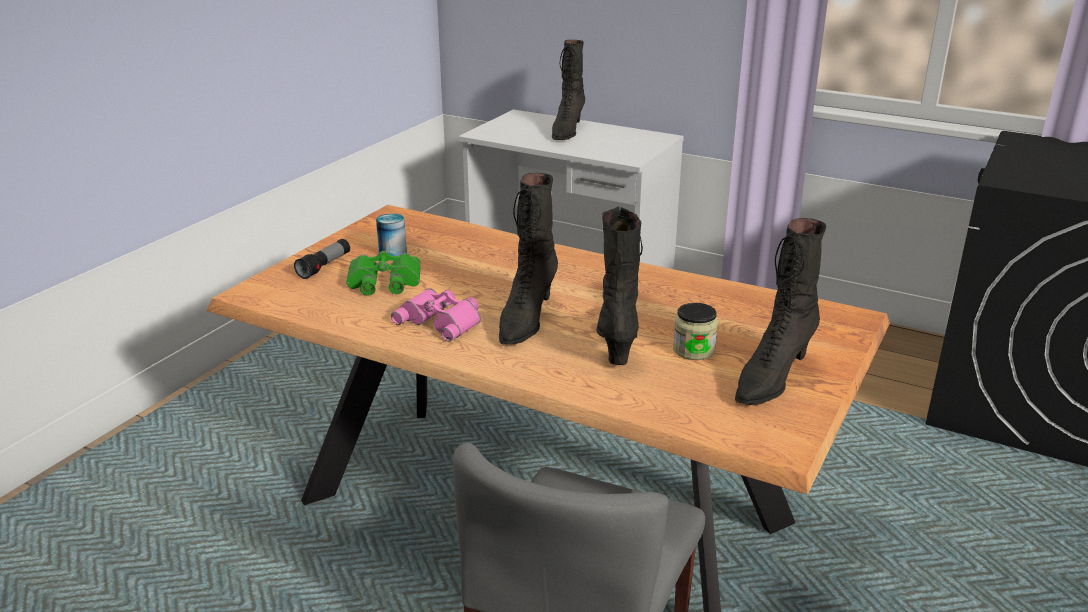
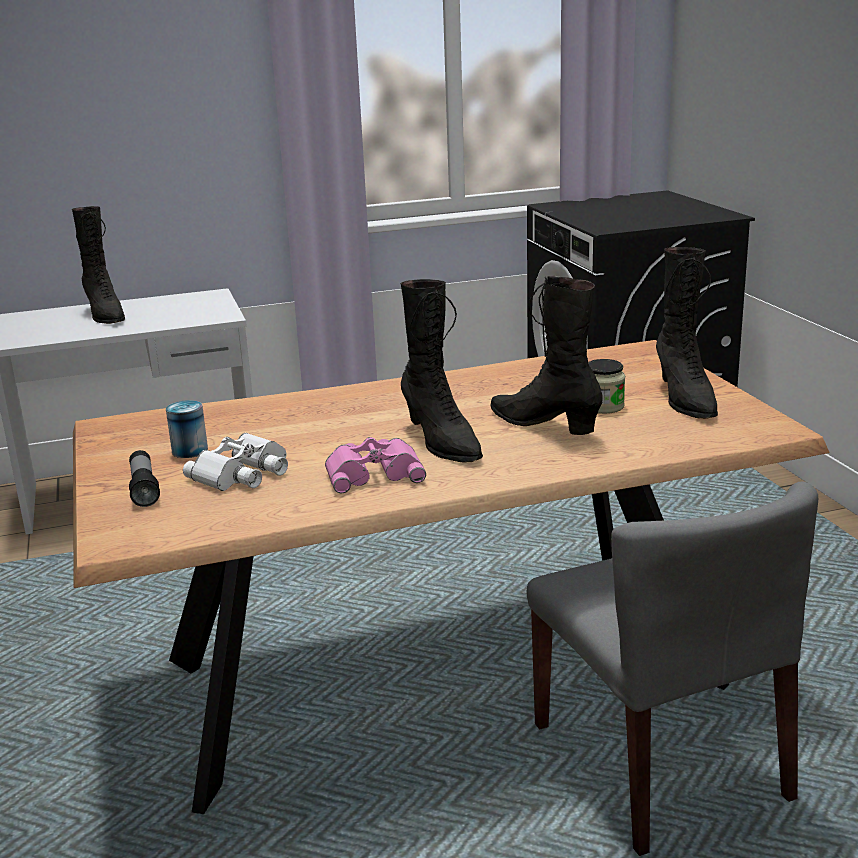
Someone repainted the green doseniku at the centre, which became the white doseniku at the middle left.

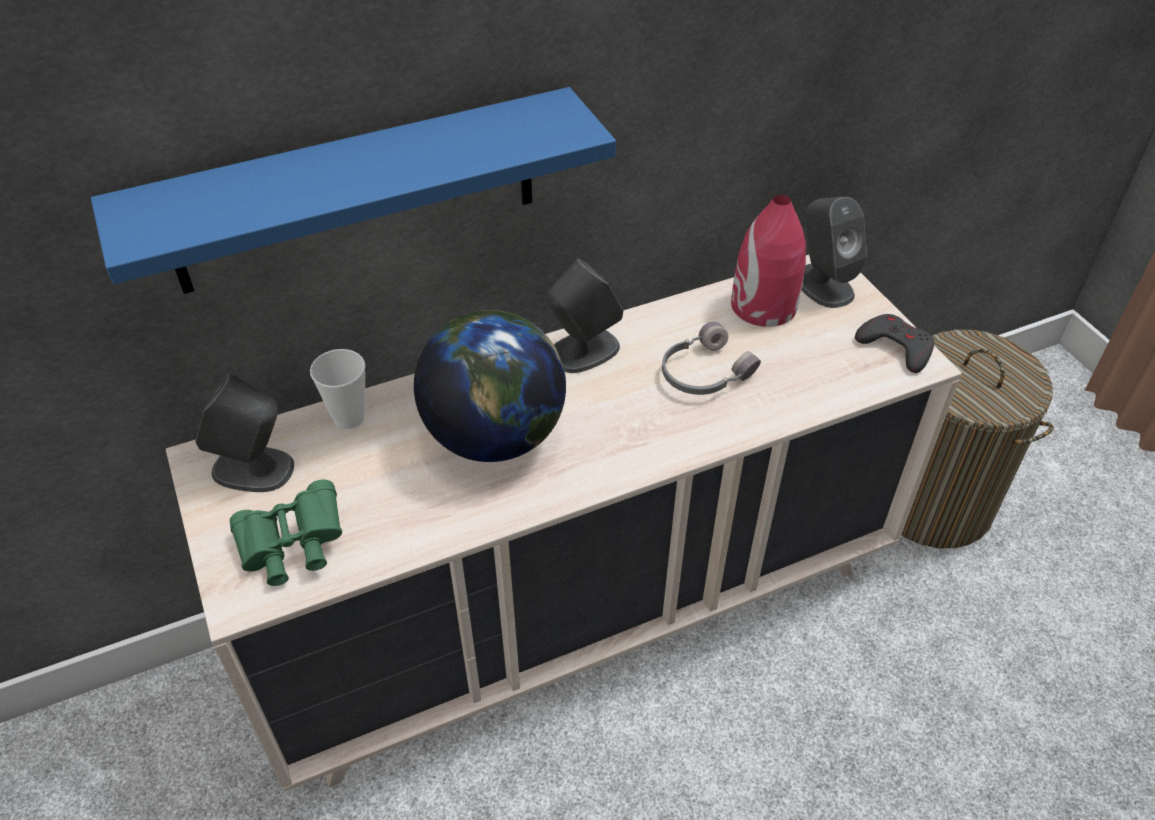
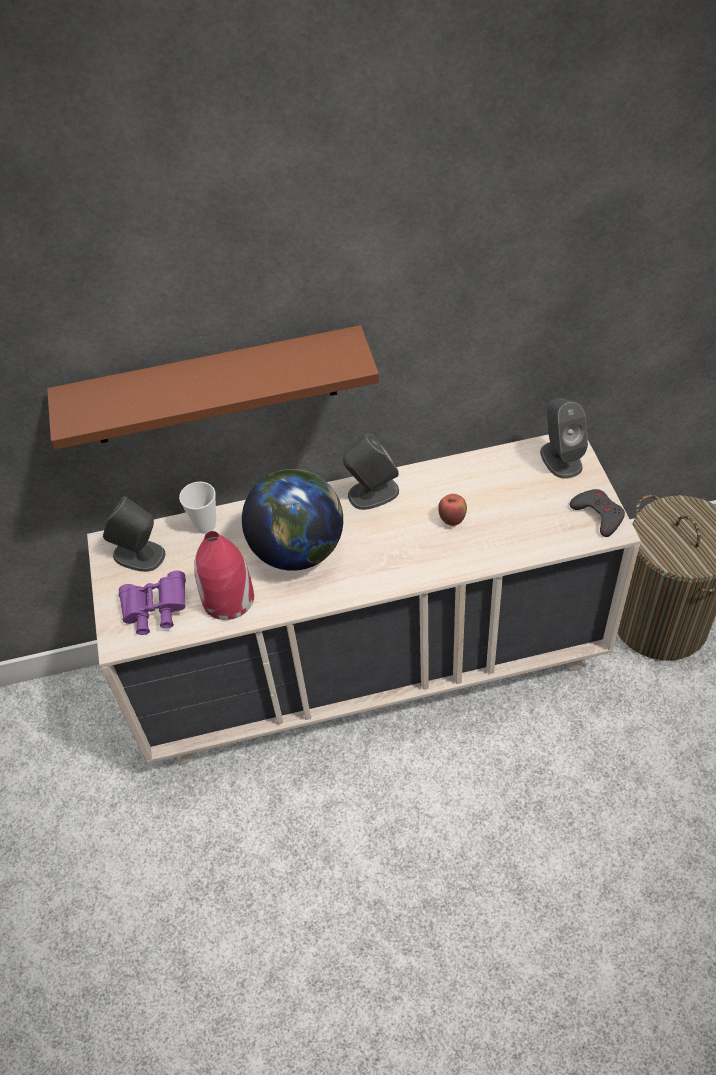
Someone carried the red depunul from the top centre to the middle left.
Someone swapped the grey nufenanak at the centre for the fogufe at the centre.
Someone repainted the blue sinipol at the top left, which became the brown sinipol at the middle left.
Someone repainted the green doseniku at the middle left, which became the purple doseniku at the middle left.

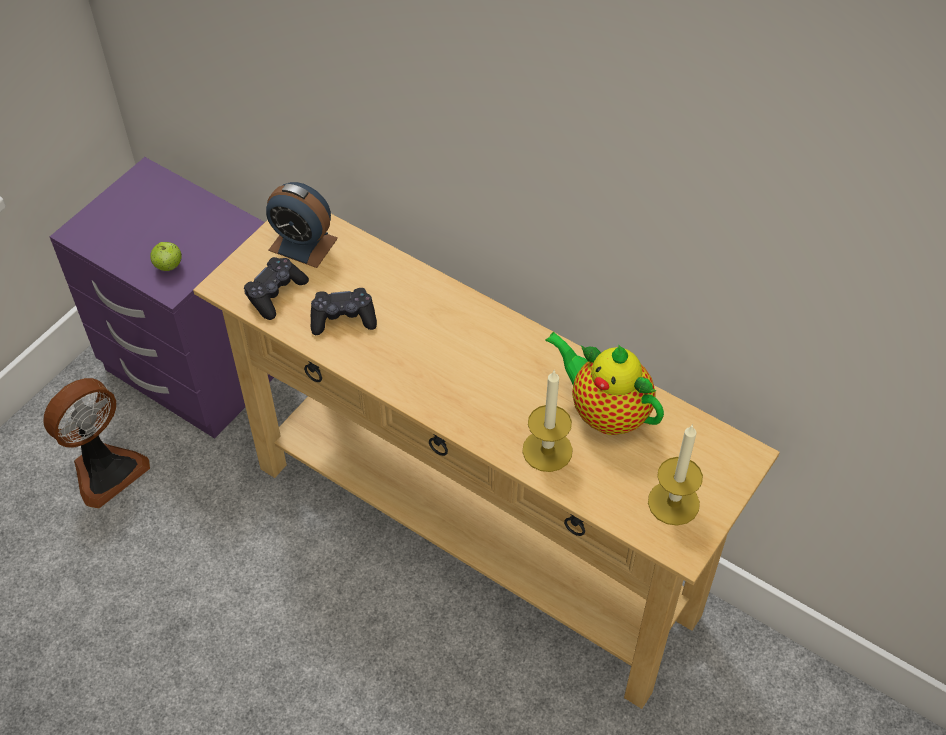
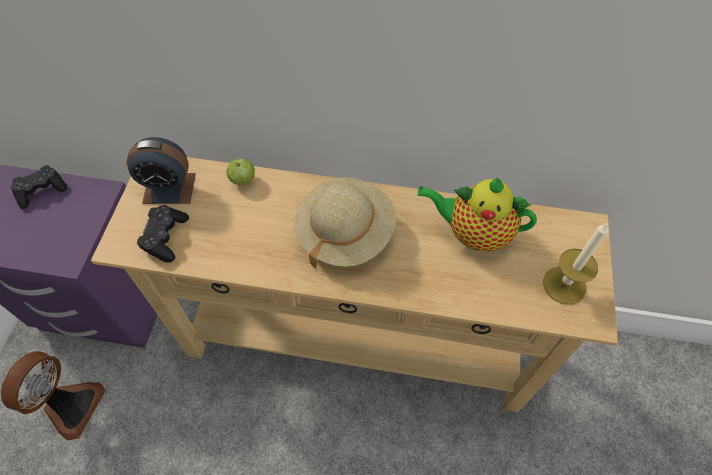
Someone took away the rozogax (1st from left) at the centre.
Someone put down the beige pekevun at the centre.
Someone carried the fogufe from the middle left to the centre.
Someone carried the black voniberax (2nd from left in the first image) from the centre to the middle left.

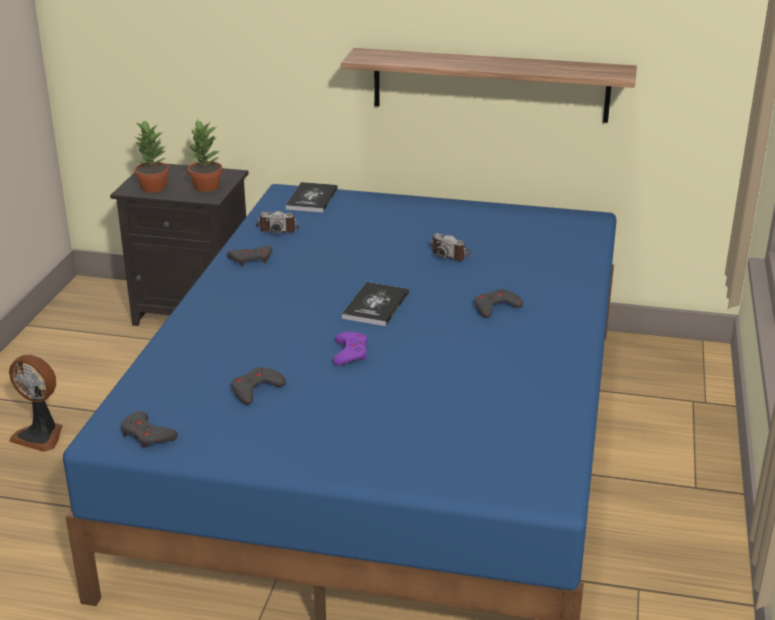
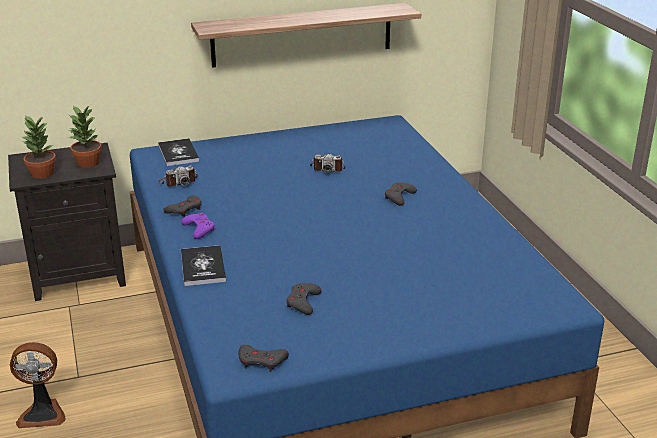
Someone carried the purple voniberax from the centre to the middle left.
Someone carried the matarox (2nd from left) from the centre to the middle left.

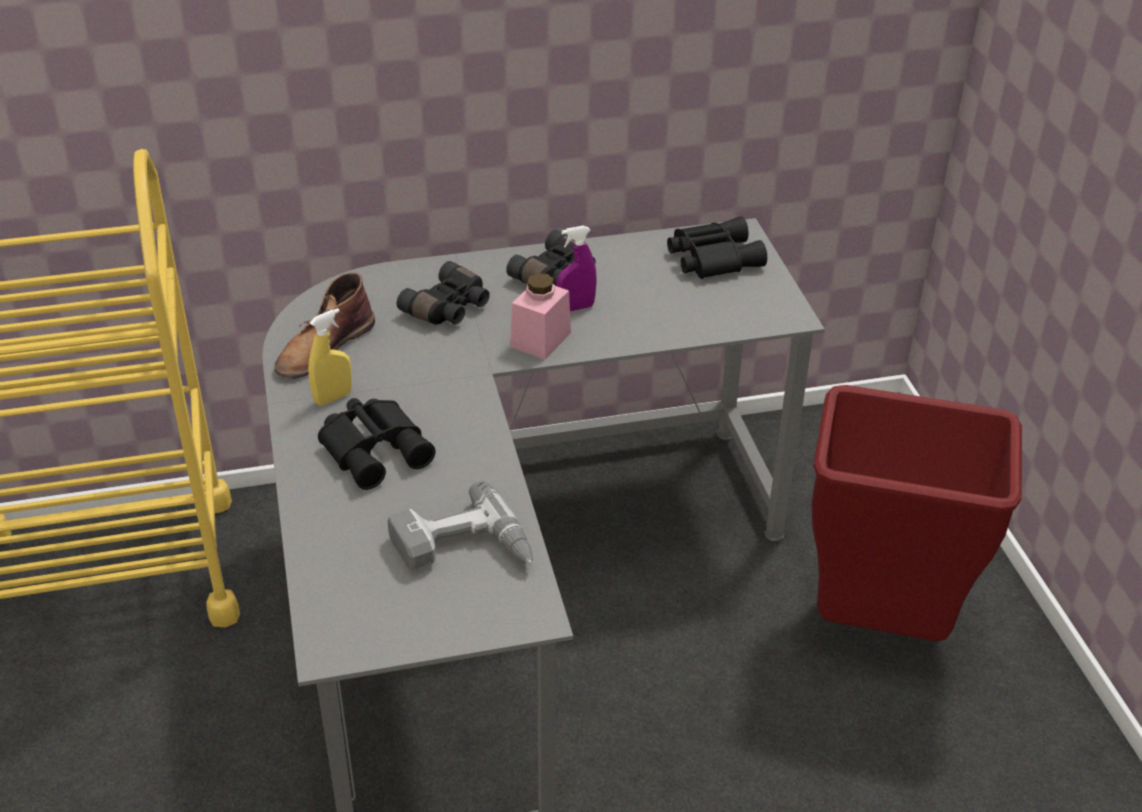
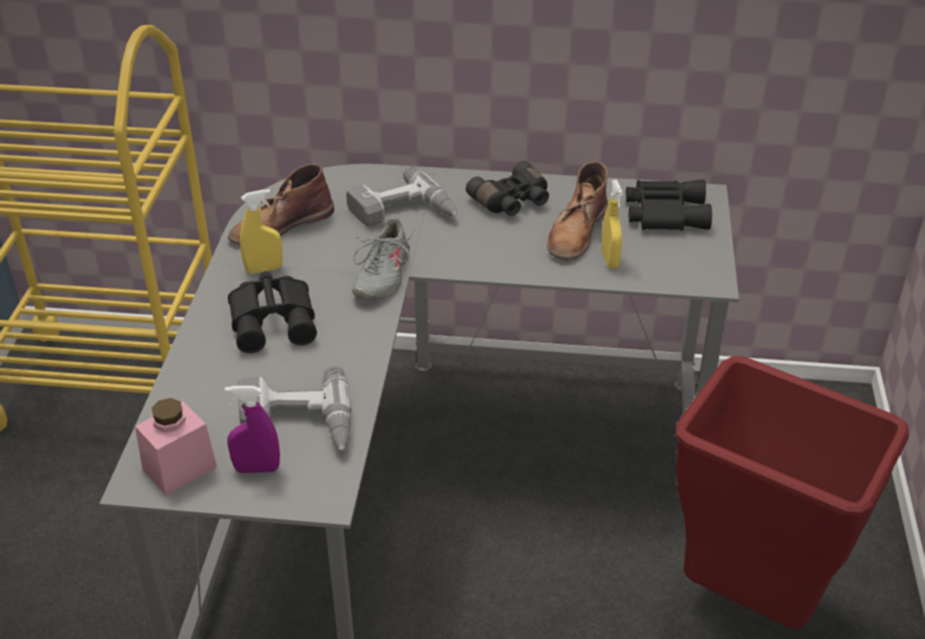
Someone put down the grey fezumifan at the centre.
Someone put down the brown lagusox (2nd from left) at the top centre.
Someone put down the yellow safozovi (2nd from left) at the centre.
Someone carried the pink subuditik from the centre to the bottom left.
Someone carried the purple safozovi from the top centre to the bottom left.
Someone swapped the black doseniku (2nd from left) at the centre for the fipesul (2nd from left) at the top centre.

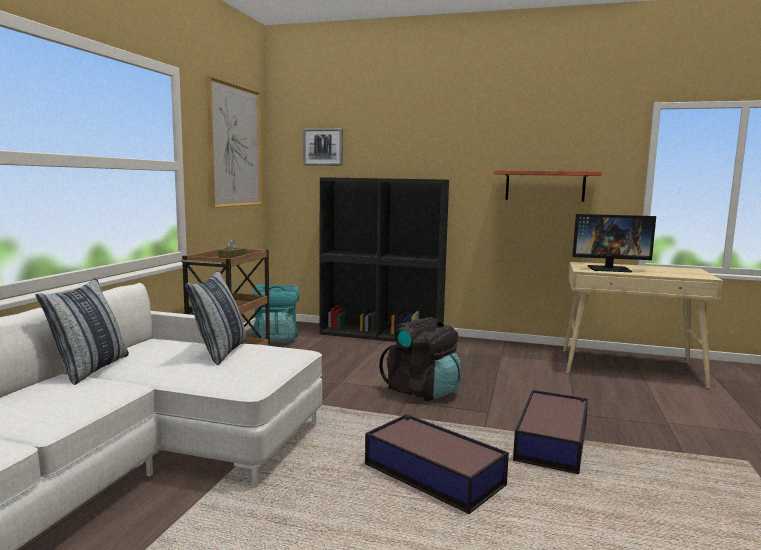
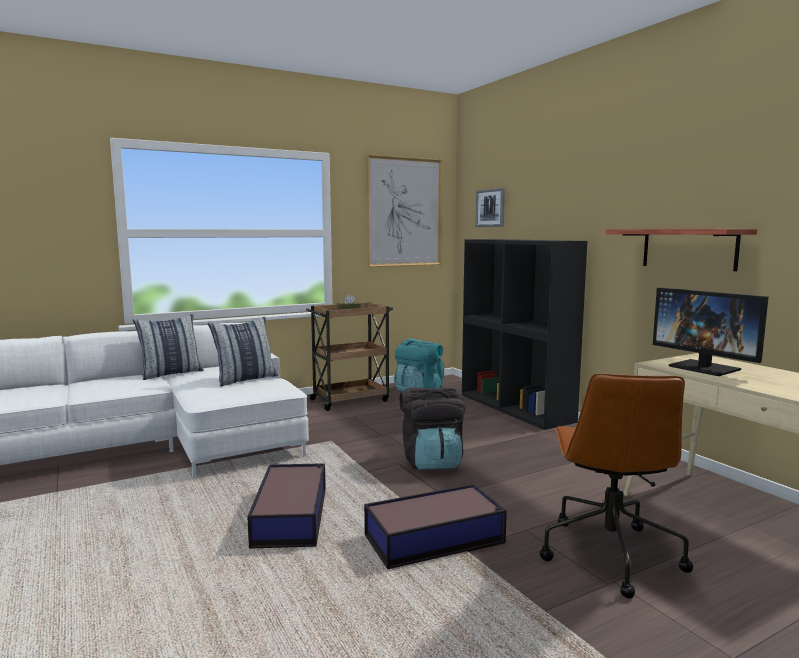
Someone put down the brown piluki at the bottom right.

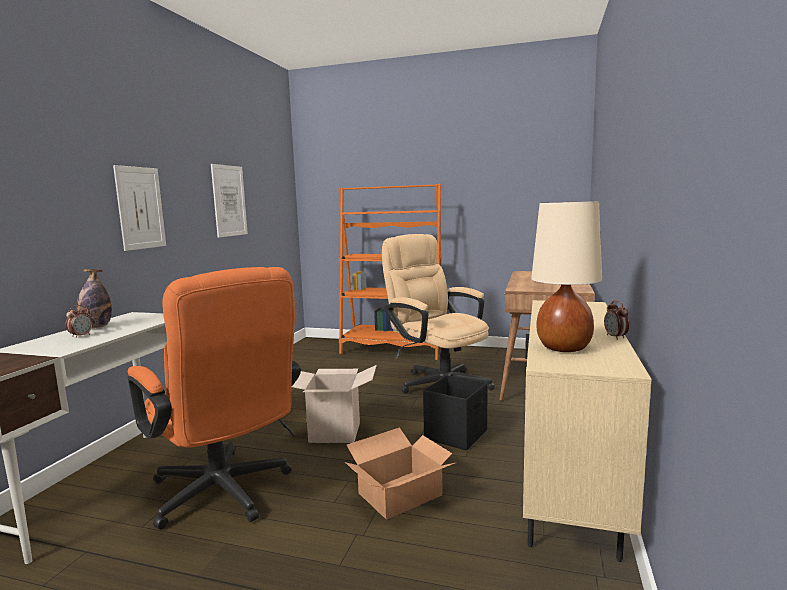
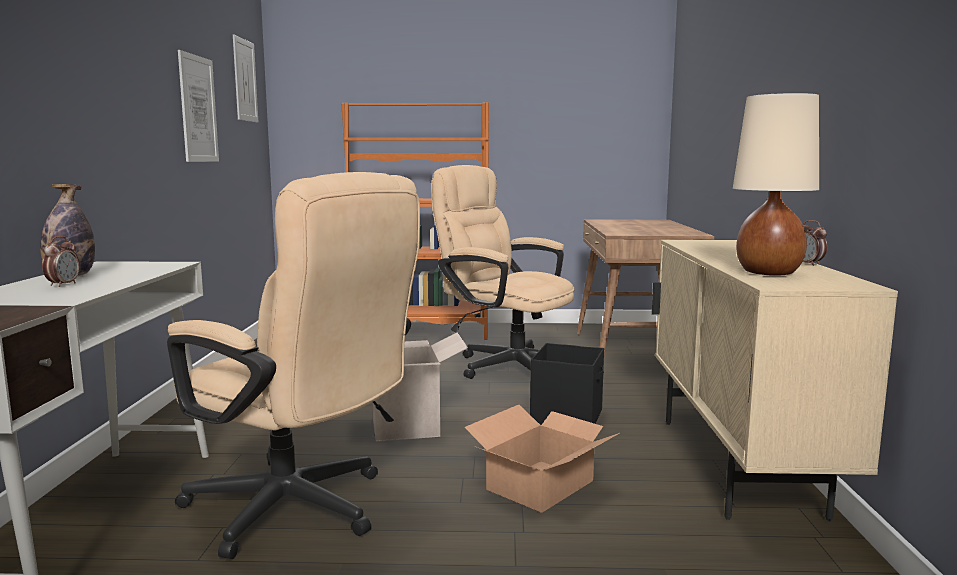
Someone carried the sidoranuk (1st from left in the first image) from the middle left to the top left.
Someone repainted the orange piluki at the bottom left, which became the beige piluki (1st from left) at the middle left.

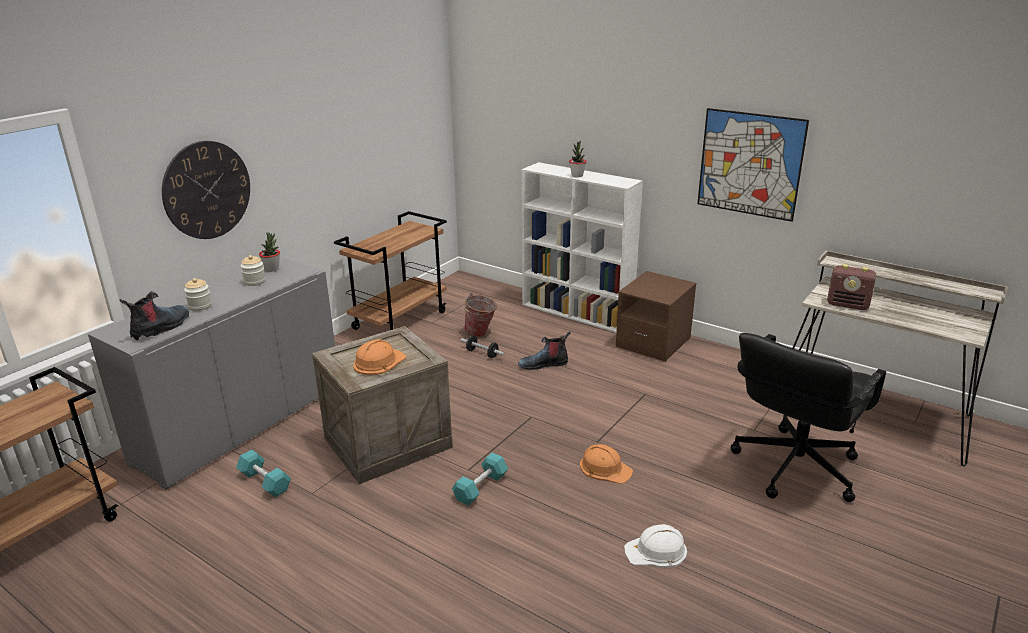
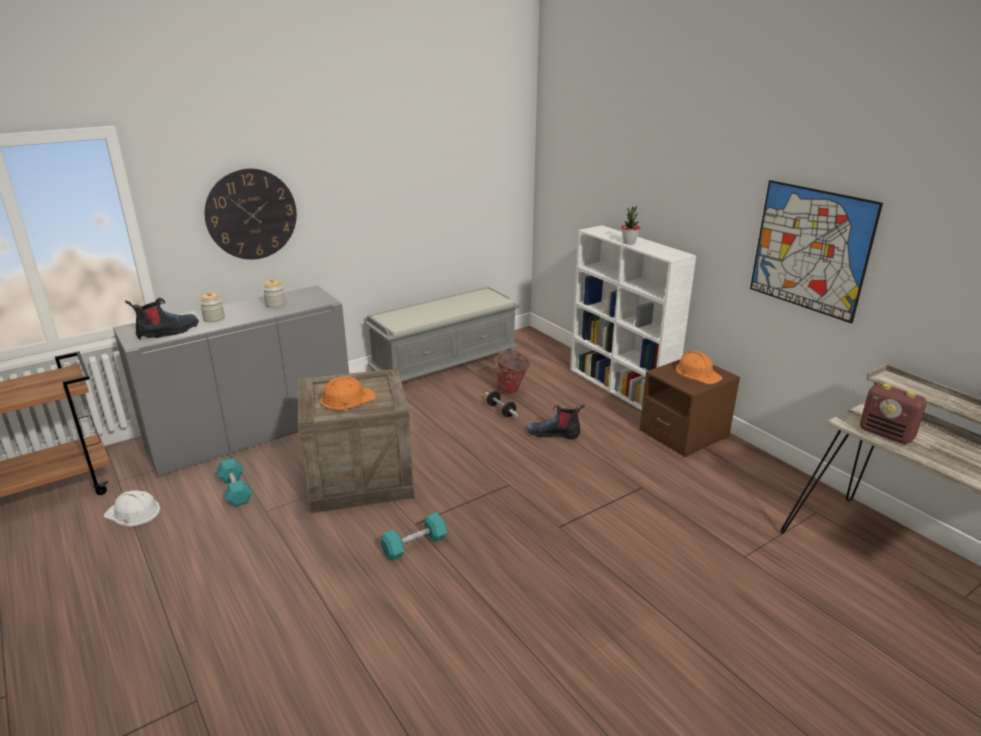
Someone took away the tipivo (1st from left) at the middle left.
Someone took away the black piluki at the middle right.
Someone carried the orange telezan (2nd from left) from the bottom centre to the middle right.
Someone carried the white telezan from the bottom centre to the bottom left.
Someone swapped the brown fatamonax (2nd from left) at the centre for the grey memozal at the centre.

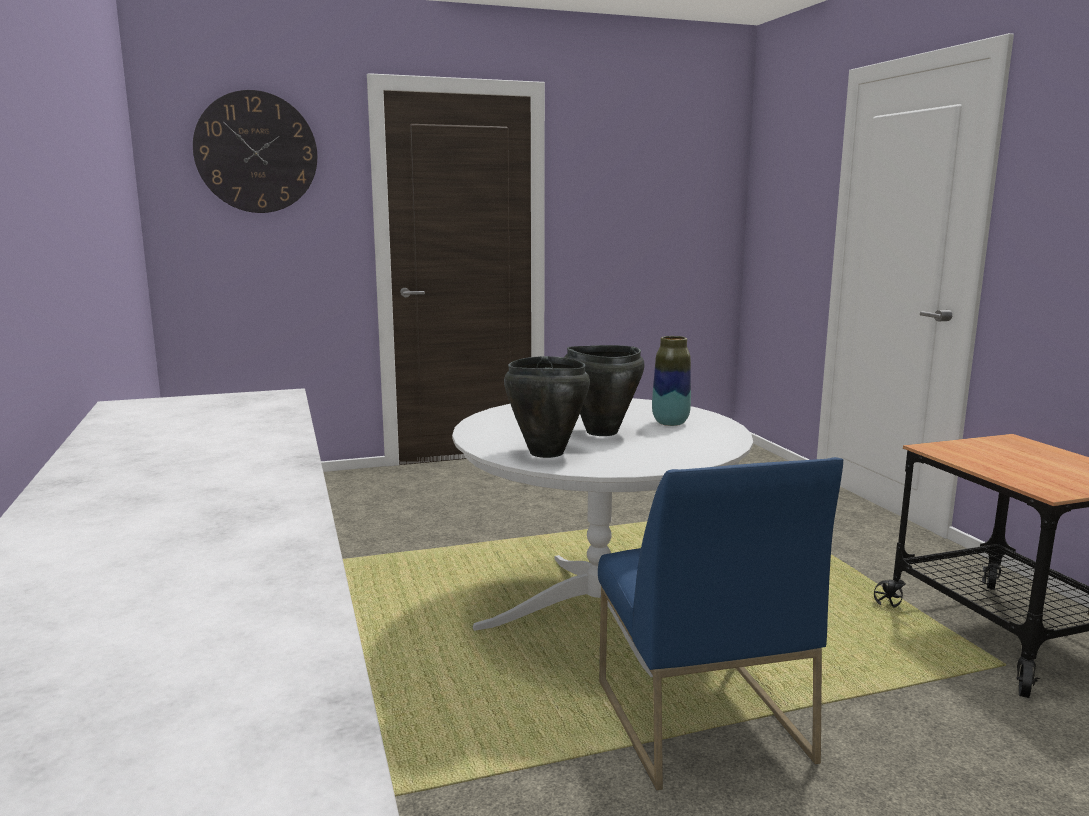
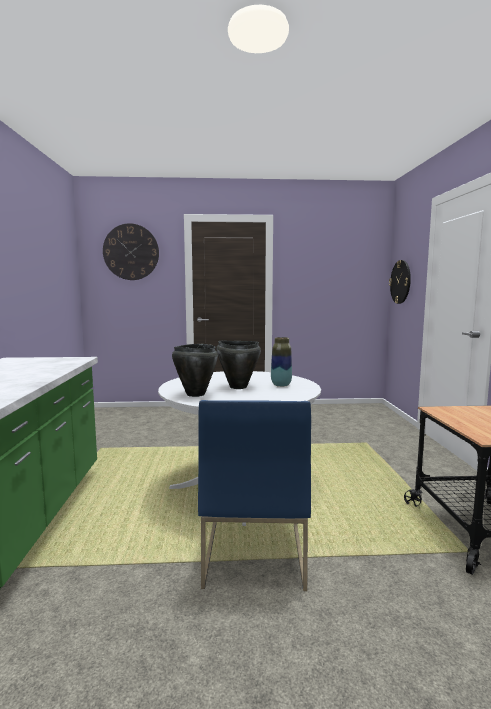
Someone put up the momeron (2nd from left) at the middle right.

